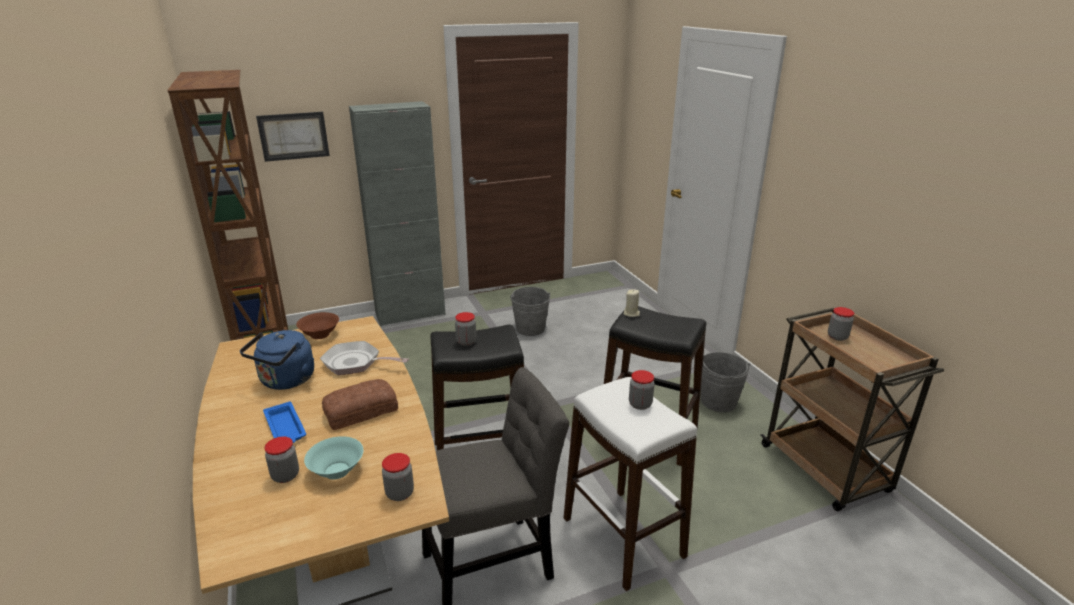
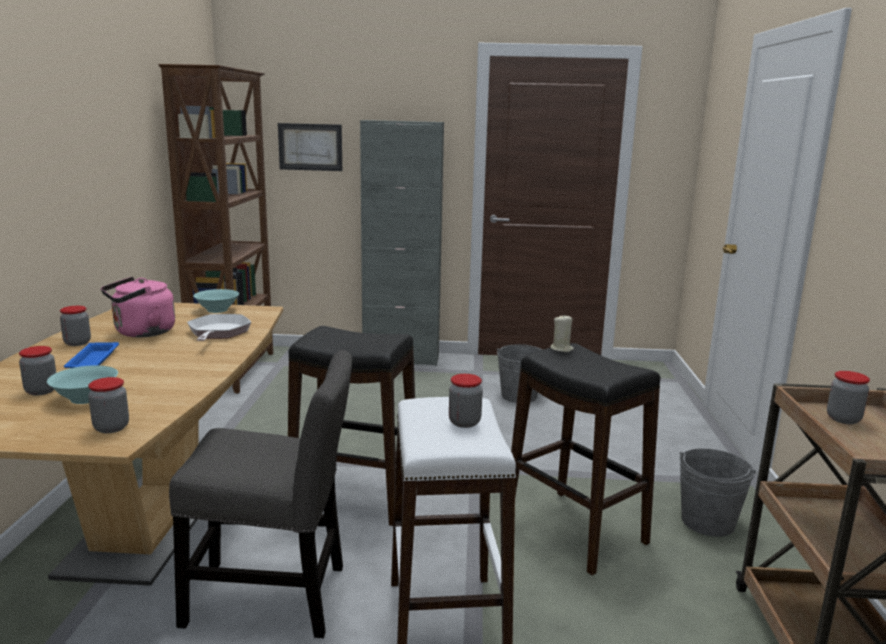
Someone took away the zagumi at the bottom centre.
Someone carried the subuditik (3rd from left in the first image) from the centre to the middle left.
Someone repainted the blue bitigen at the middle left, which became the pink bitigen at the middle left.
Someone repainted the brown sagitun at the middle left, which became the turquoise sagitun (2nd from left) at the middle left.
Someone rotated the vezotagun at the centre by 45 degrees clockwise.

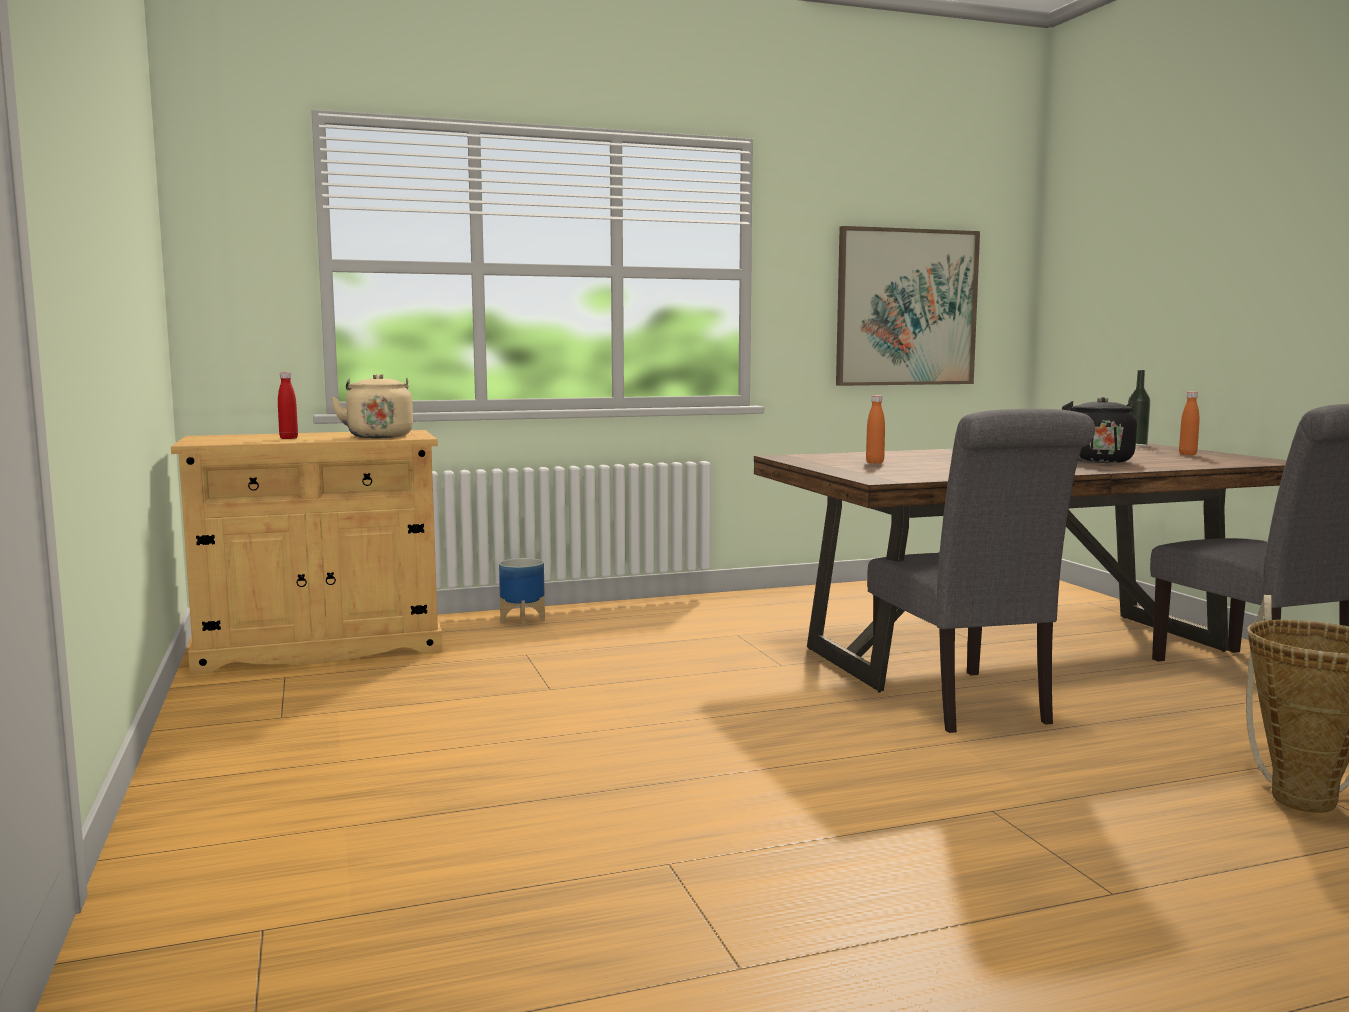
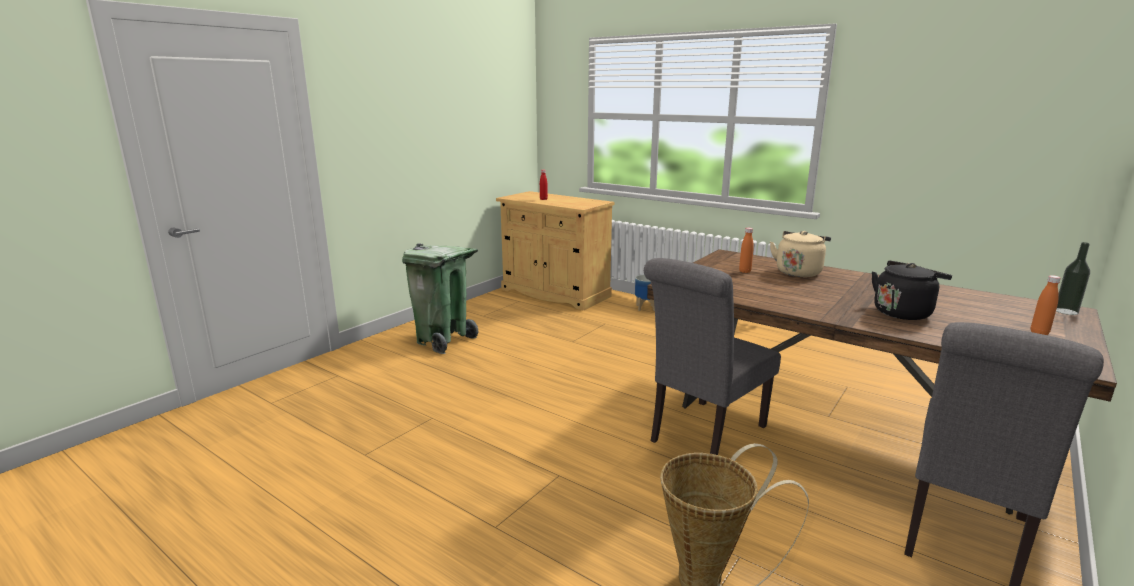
Someone took away the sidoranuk at the top right.
Someone put down the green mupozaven at the centre.
Someone carried the beige bitigen from the middle left to the middle right.

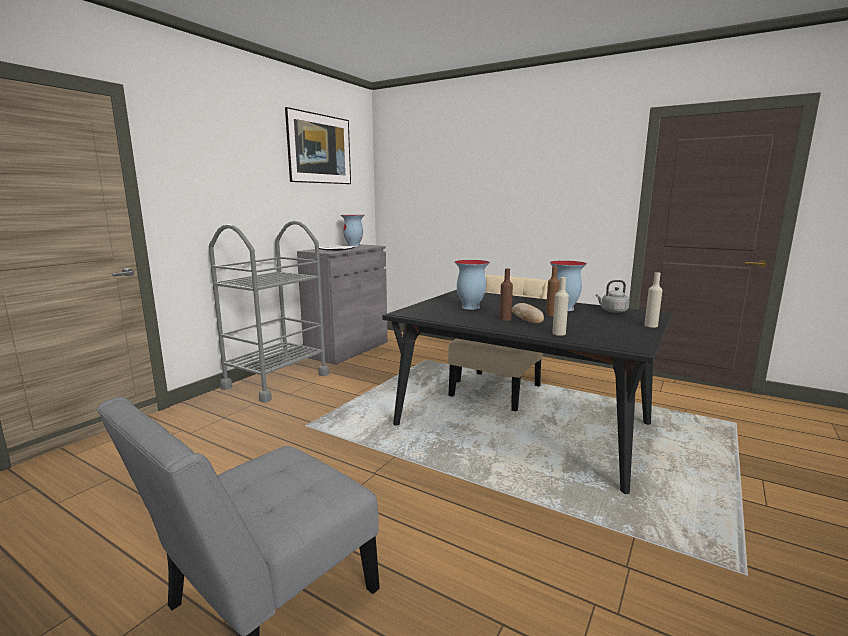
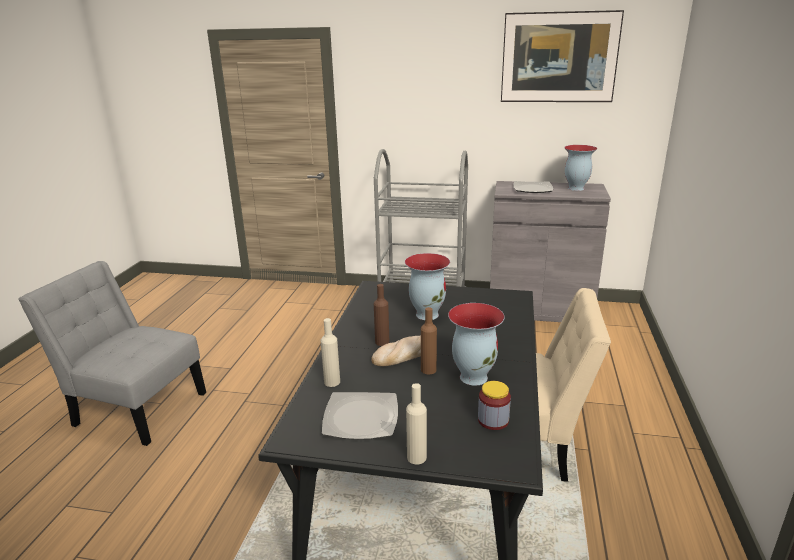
Someone put down the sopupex (1st from left) at the bottom centre.
Someone swapped the grey bitigen at the middle right for the subuditik at the bottom centre.

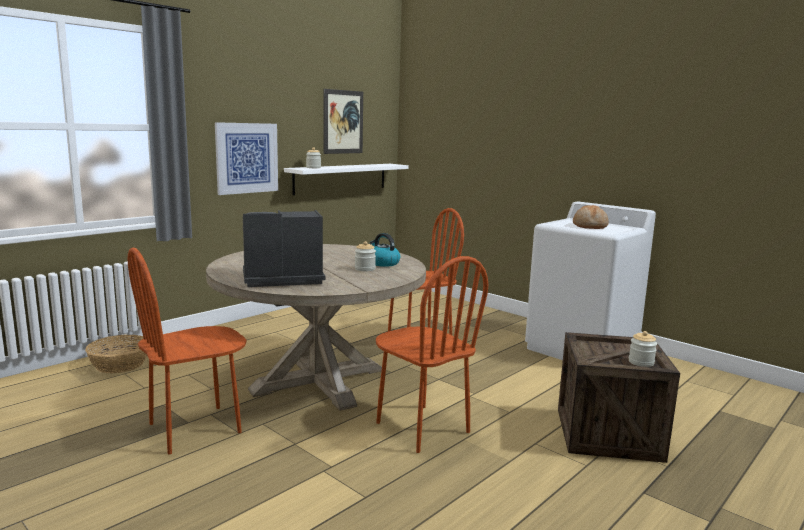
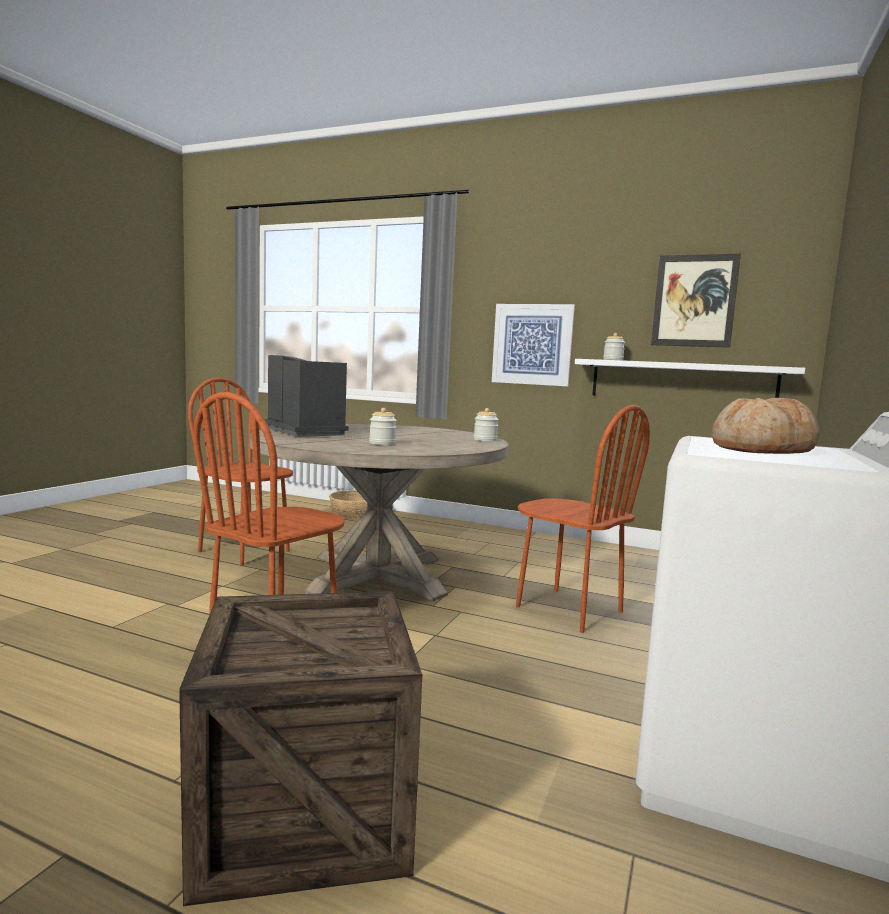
Someone took away the bitigen at the centre.
Someone carried the subuditik (3rd from left in the first image) from the middle right to the centre.

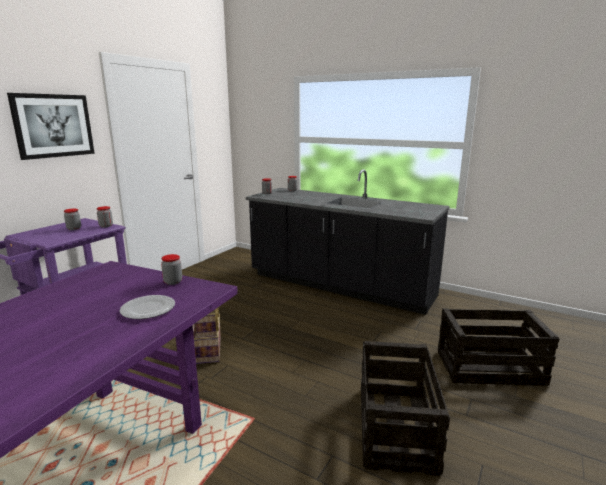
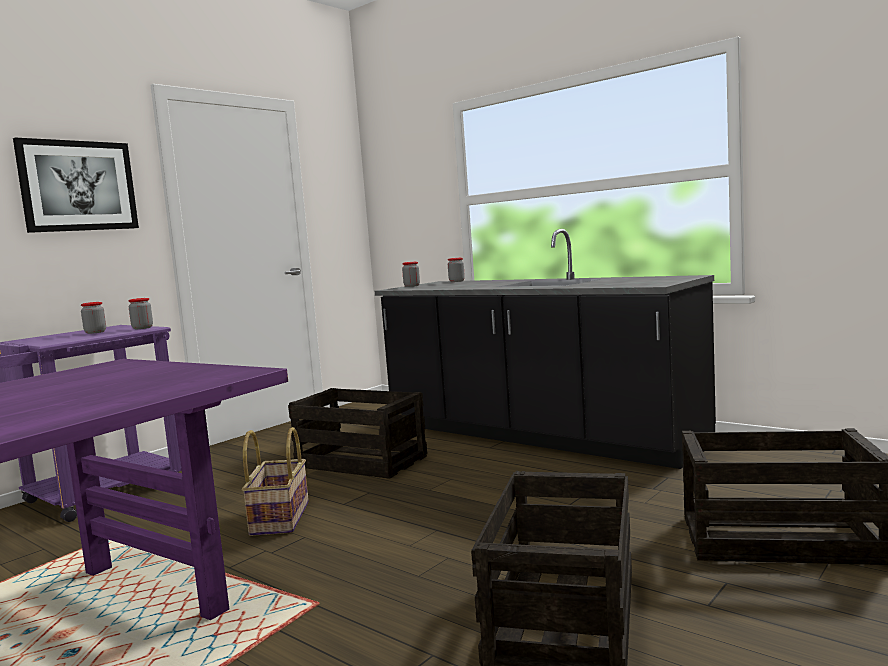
Someone took away the sopupex at the middle left.
Someone took away the subuditik (3rd from left) at the middle left.
Someone put down the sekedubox (1st from left) at the centre.

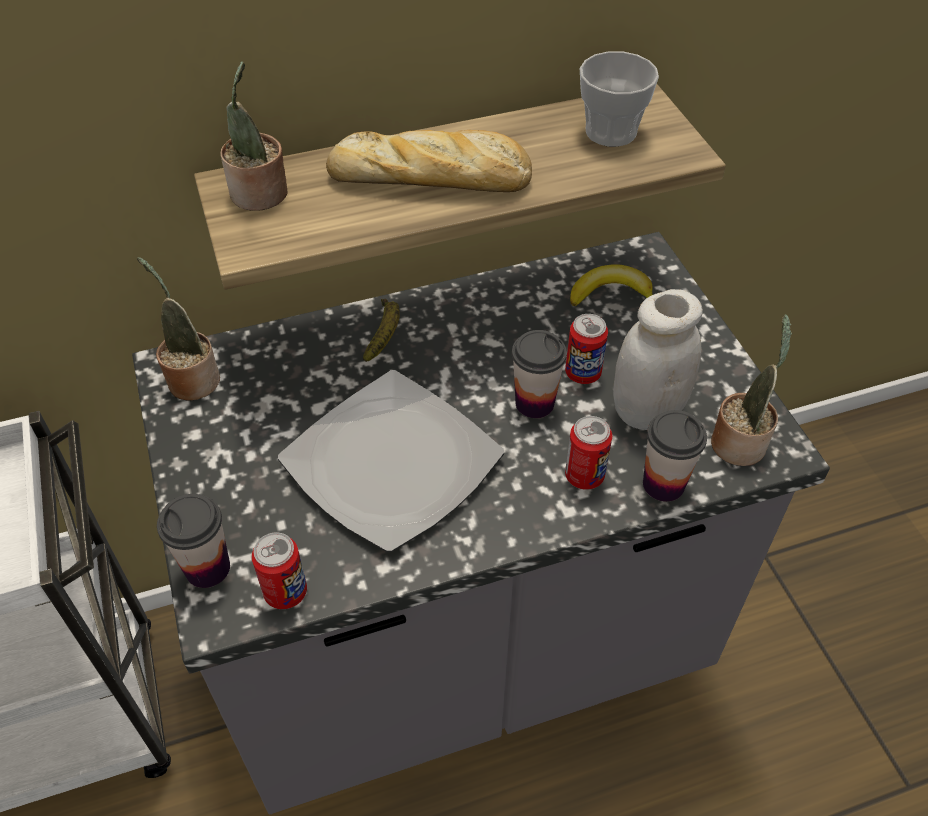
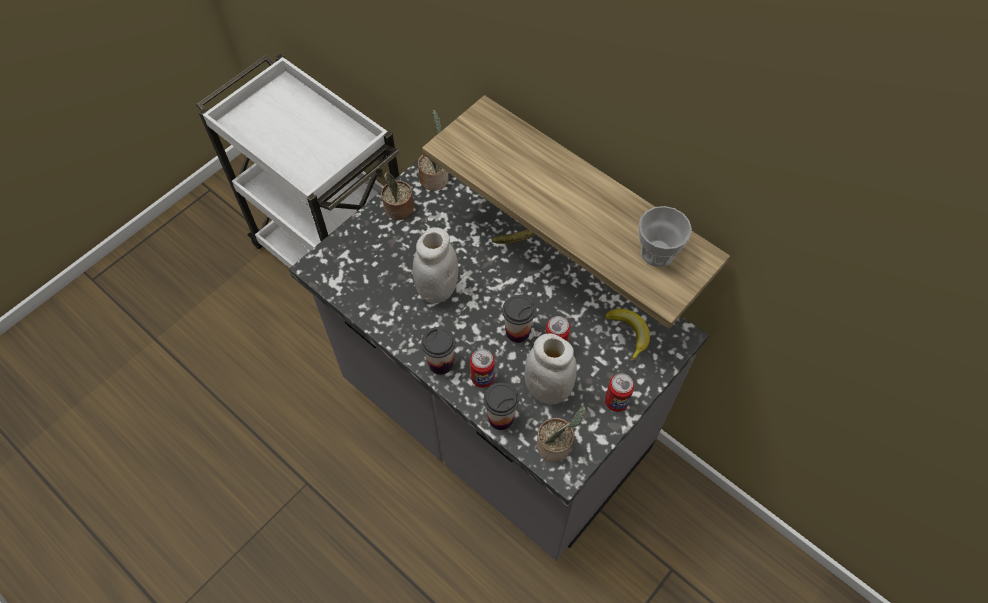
Someone took away the zagumi at the top centre.
Someone carried the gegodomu (1st from left) from the middle left to the centre.
Someone carried the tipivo (2nd from left in the first image) from the top left to the top centre.
Someone carried the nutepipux (1st from left in the first image) from the bottom left to the centre.
Someone swapped the sopupex at the centre for the white subuditik (1st from left) at the centre.

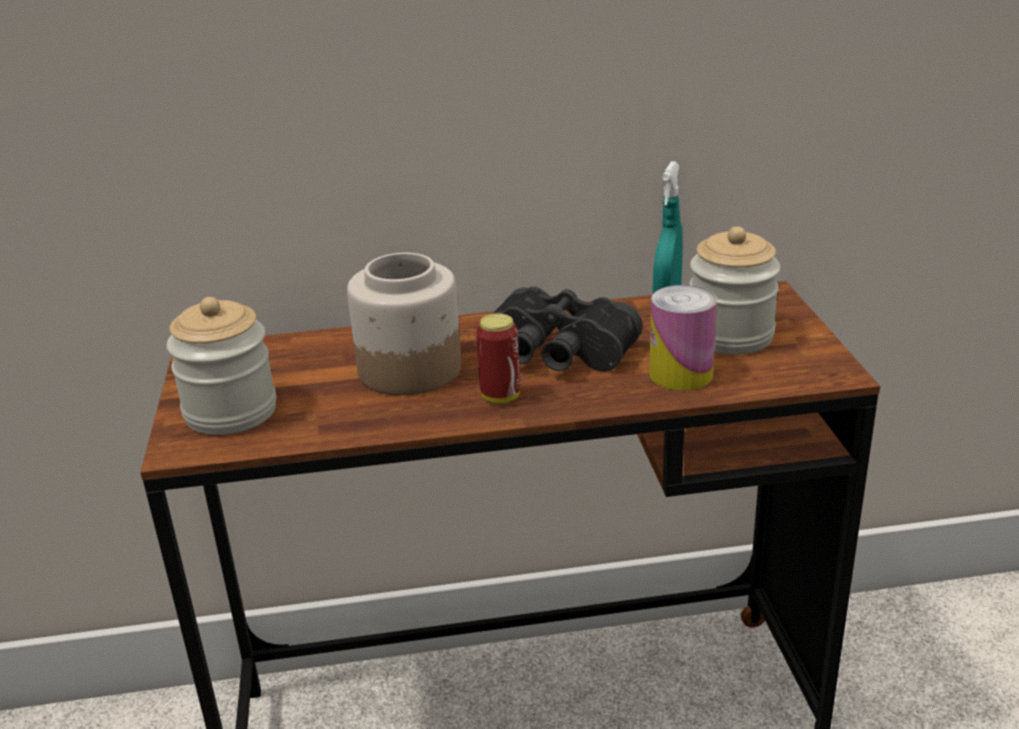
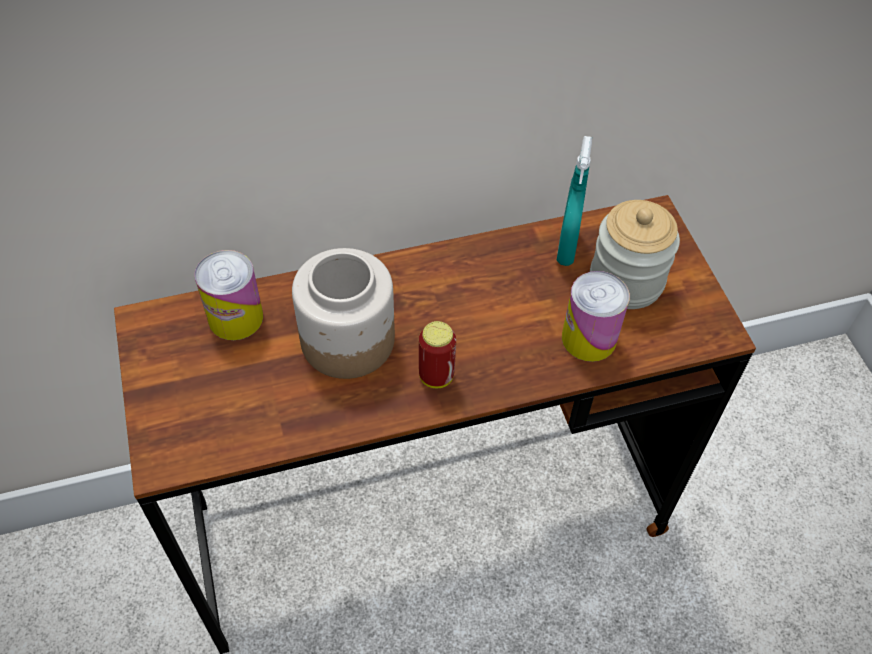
Someone took away the subuditik (1st from left) at the middle left.
Someone took away the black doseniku at the centre.
Someone put down the nutepipux (1st from left) at the middle left.

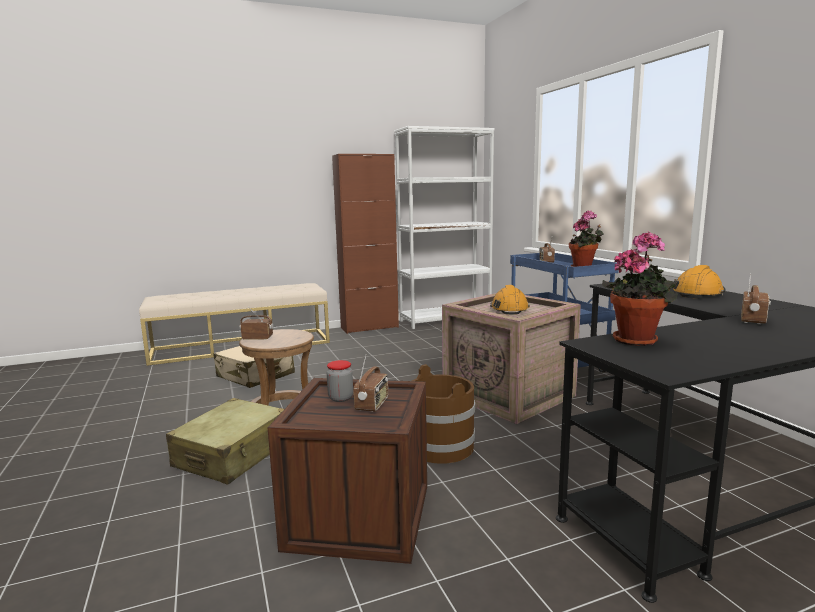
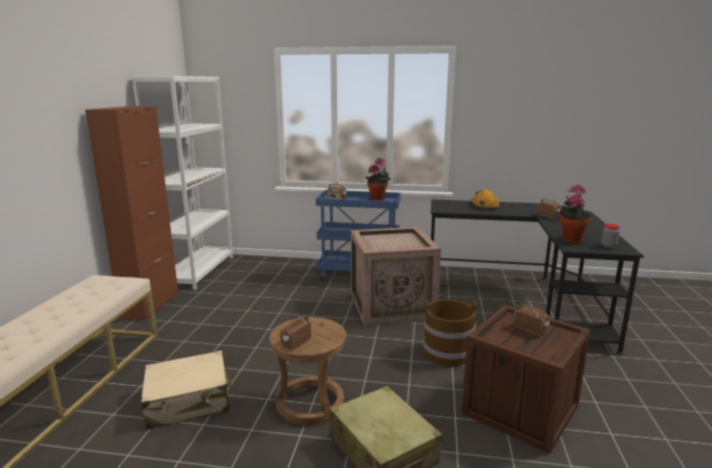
Someone took away the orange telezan (1st from left) at the centre.
Someone carried the subuditik from the centre to the middle right.

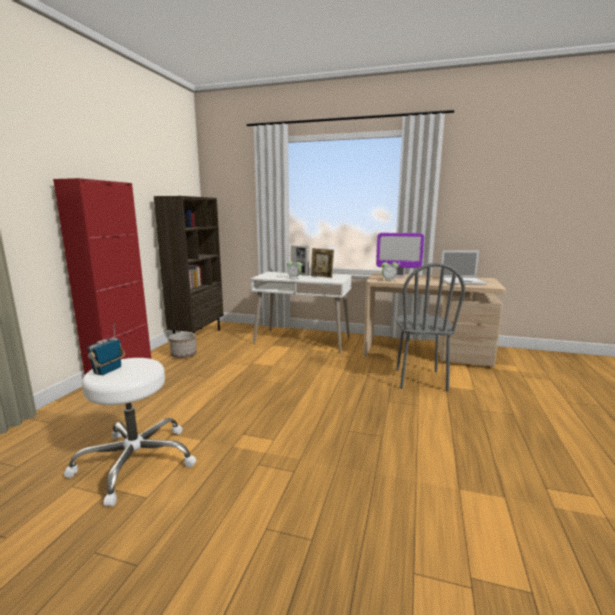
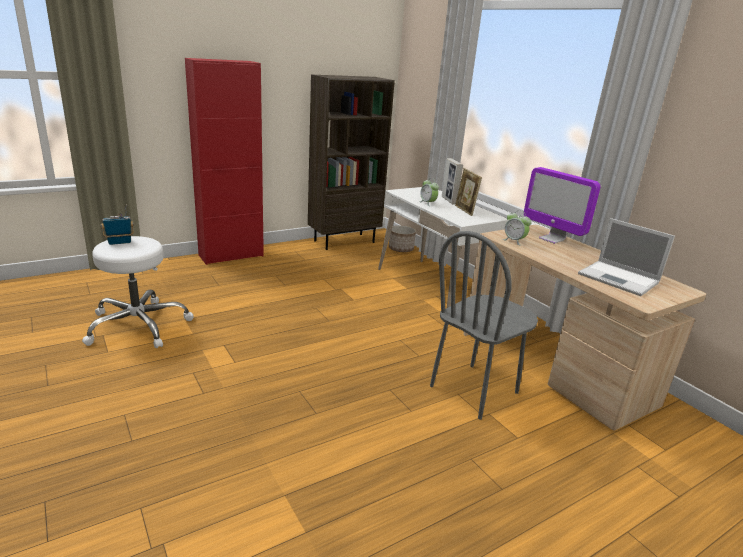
Someone carried the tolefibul from the middle left to the centre.

